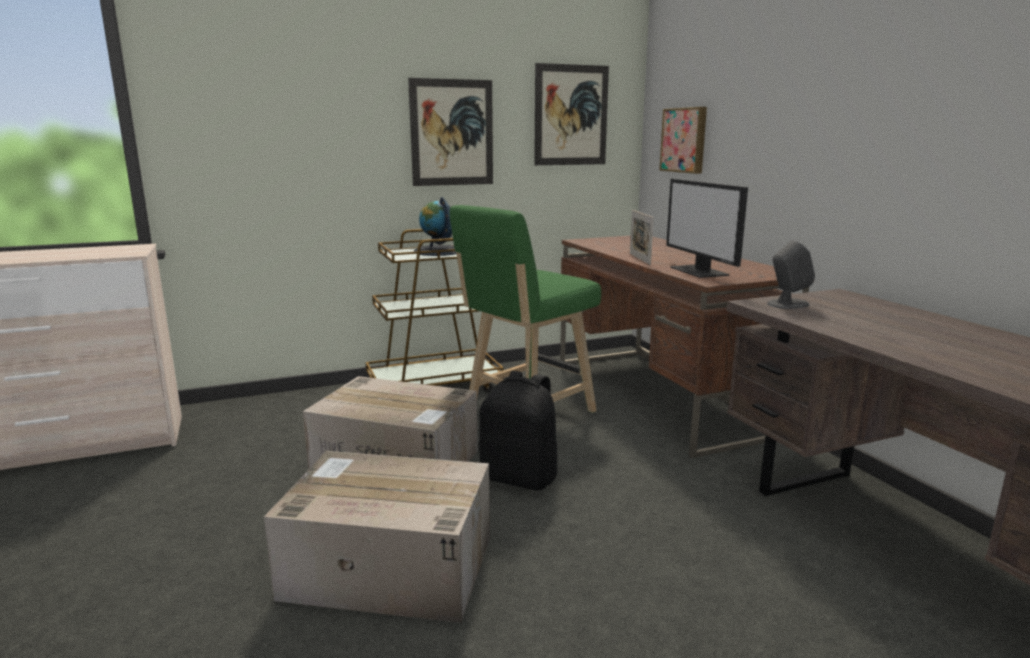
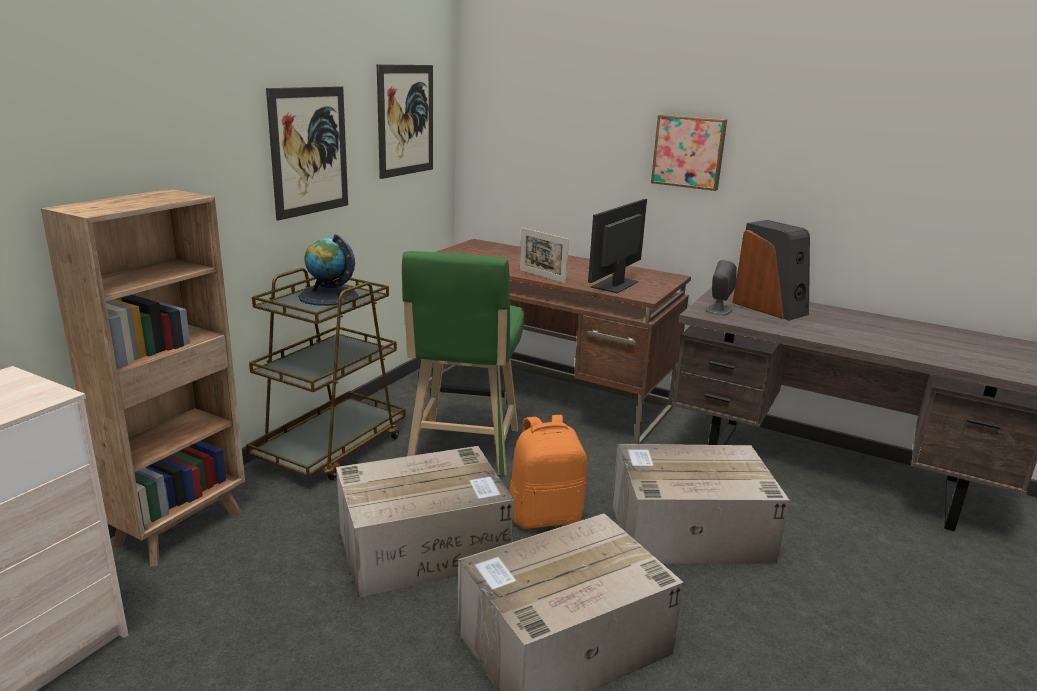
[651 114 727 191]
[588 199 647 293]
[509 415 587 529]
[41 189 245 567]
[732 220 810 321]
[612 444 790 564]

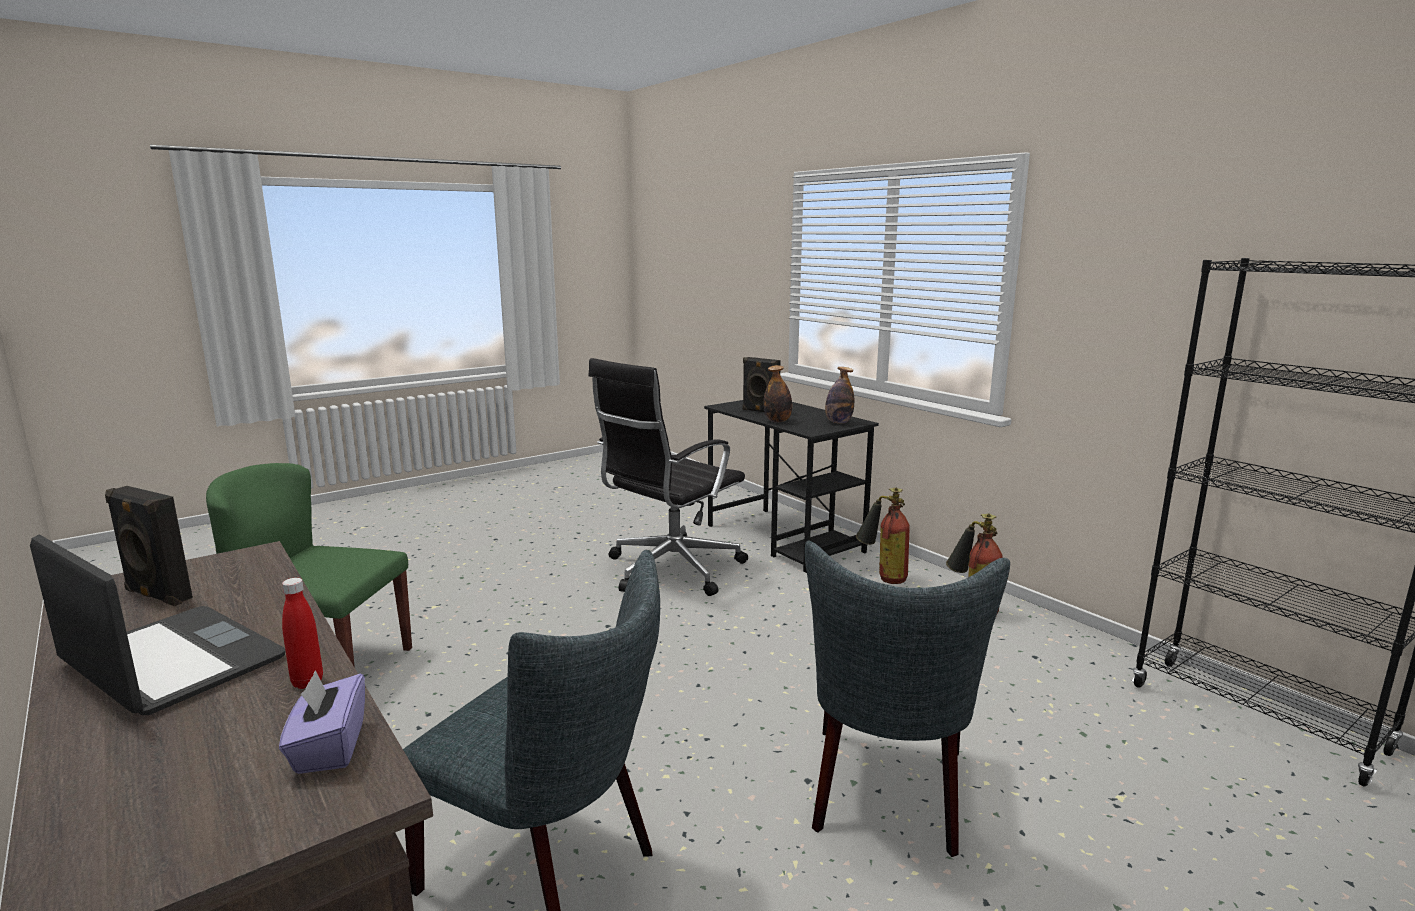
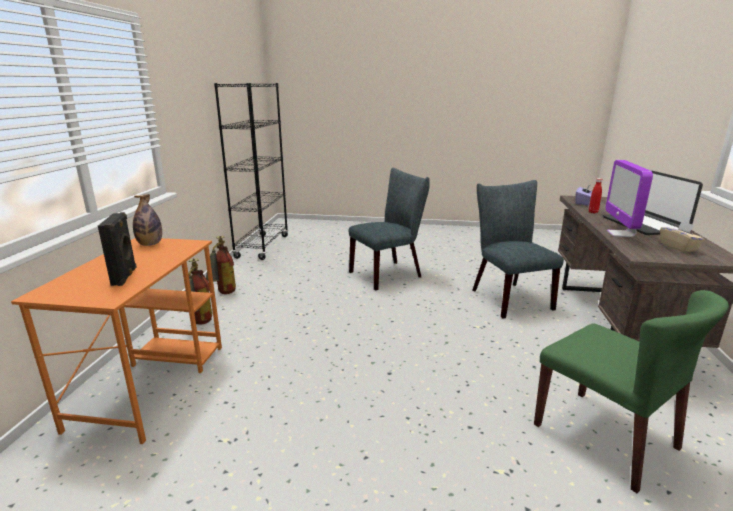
[588 358 748 596] (first image)
[764 365 792 422] (first image)
[11 238 222 444]
[660 221 705 253]
[606 160 653 237]

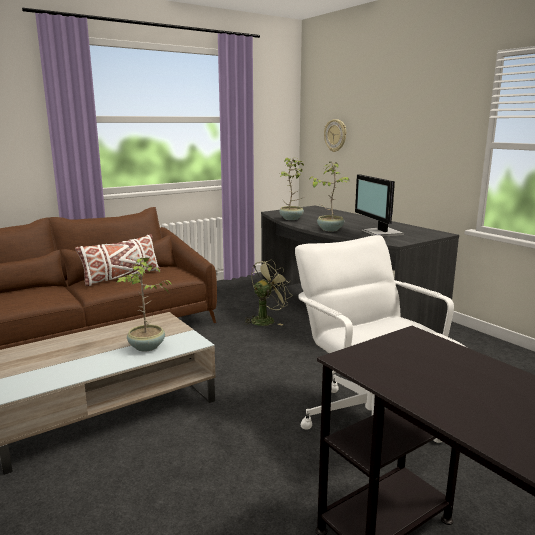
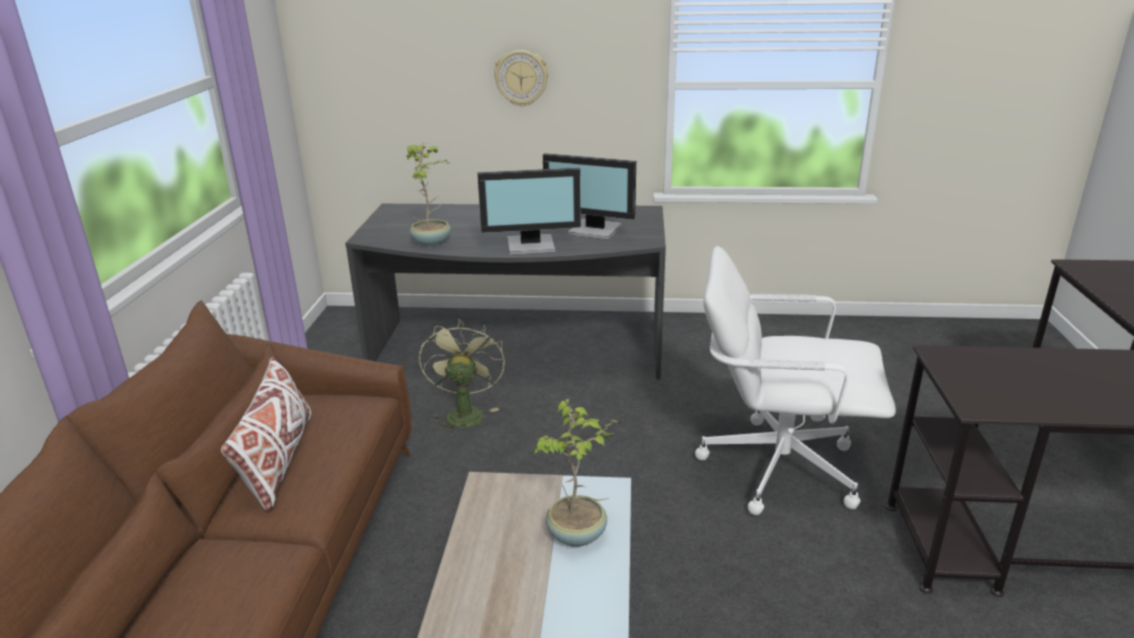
[494 50 548 107]
[477 168 581 255]

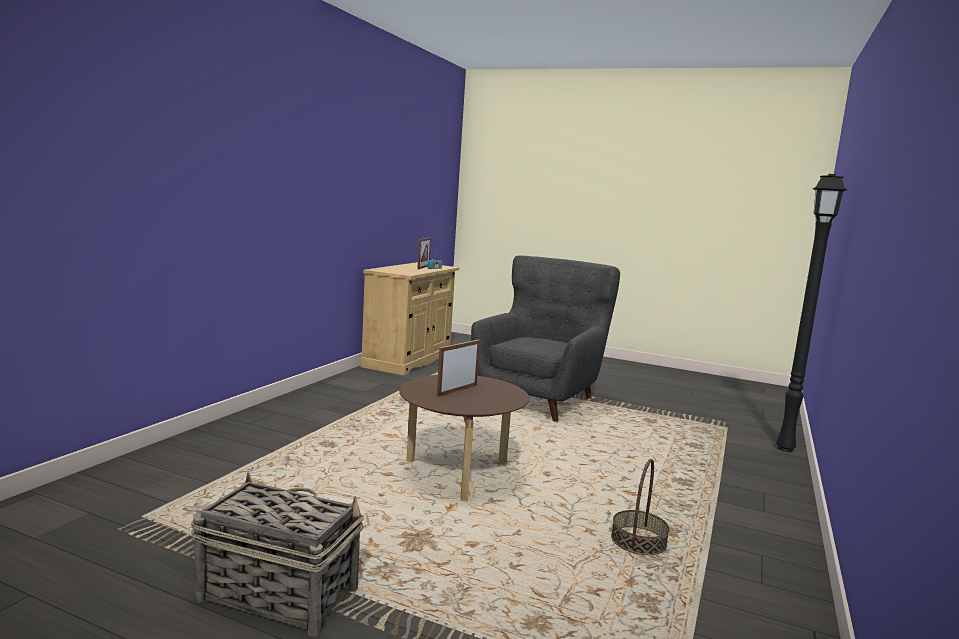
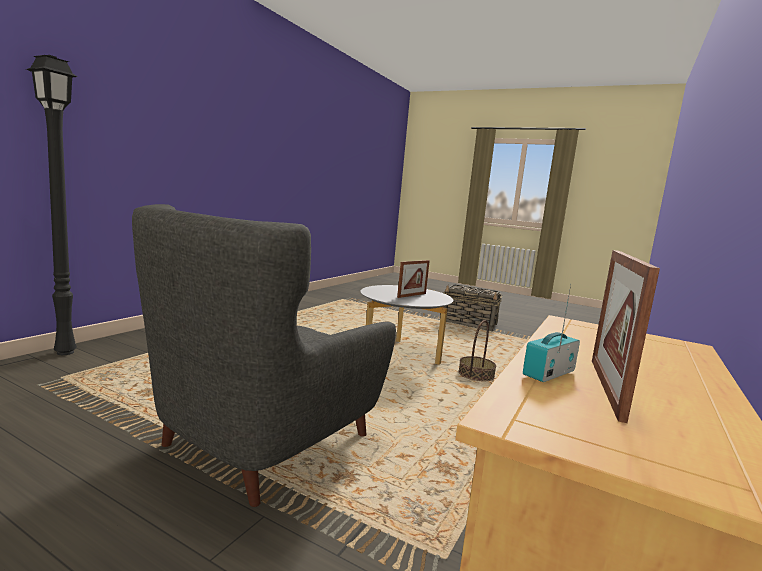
[360 285 453 365]
[458 320 496 381]

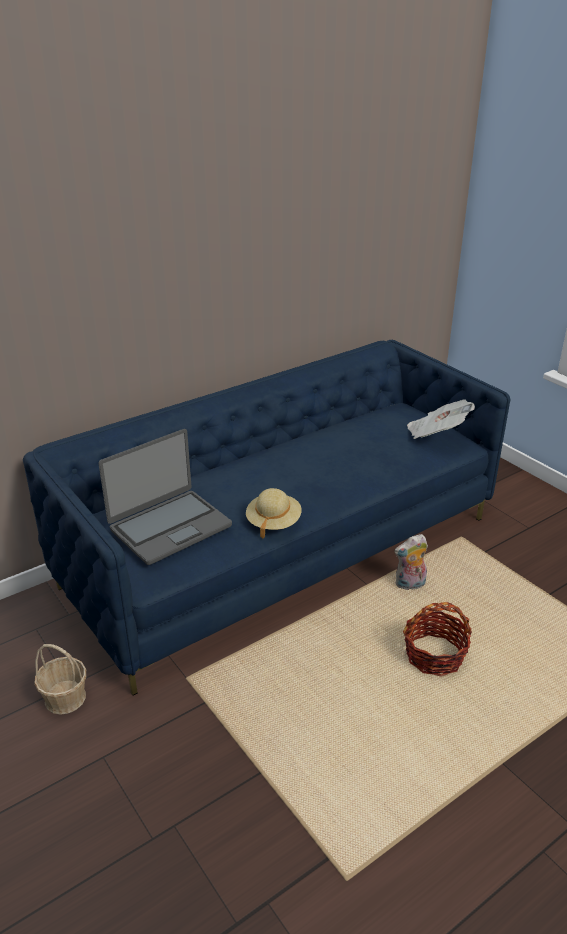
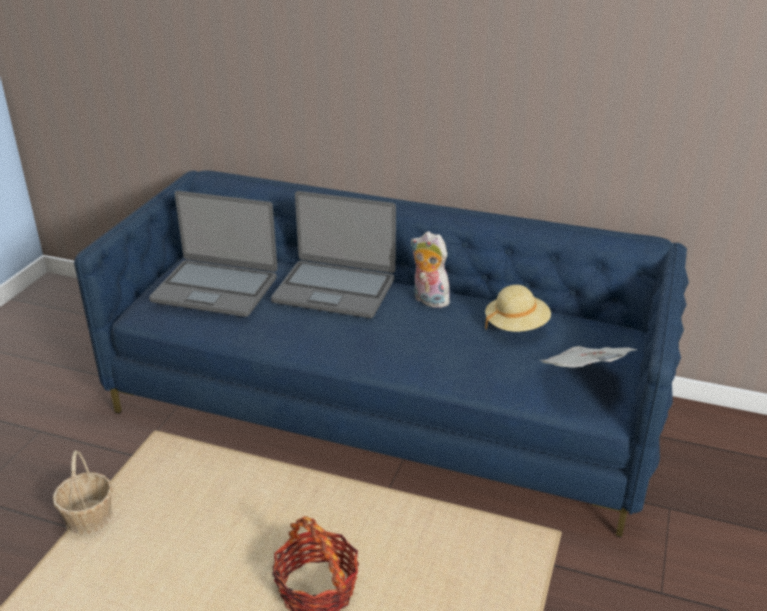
[485 285 551 332]
[410 231 453 308]
[53 450 113 534]
[271 191 396 318]

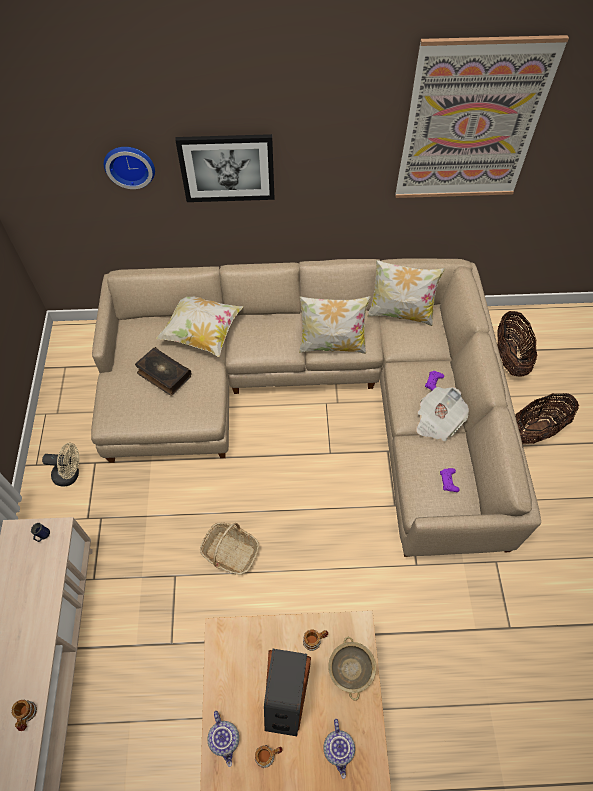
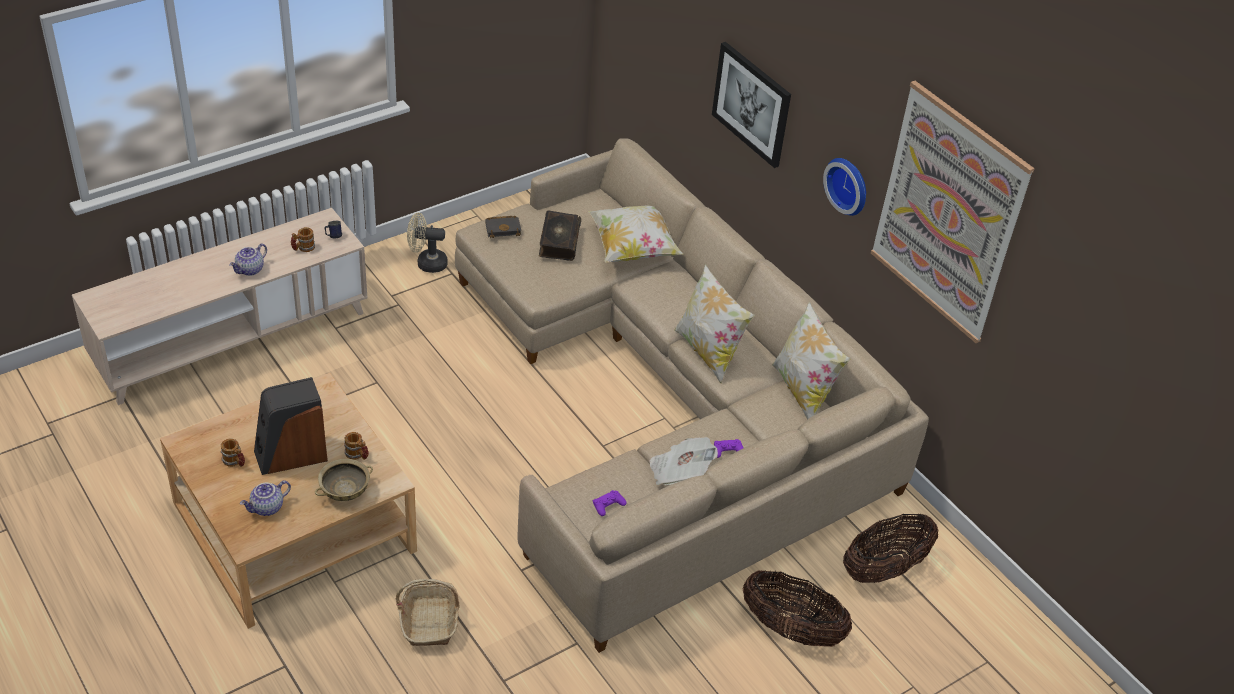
[823 158 866 216]
[407 213 448 273]
[396 579 459 646]
[291 227 315 252]
[229 244 267 276]
[485 216 521 238]

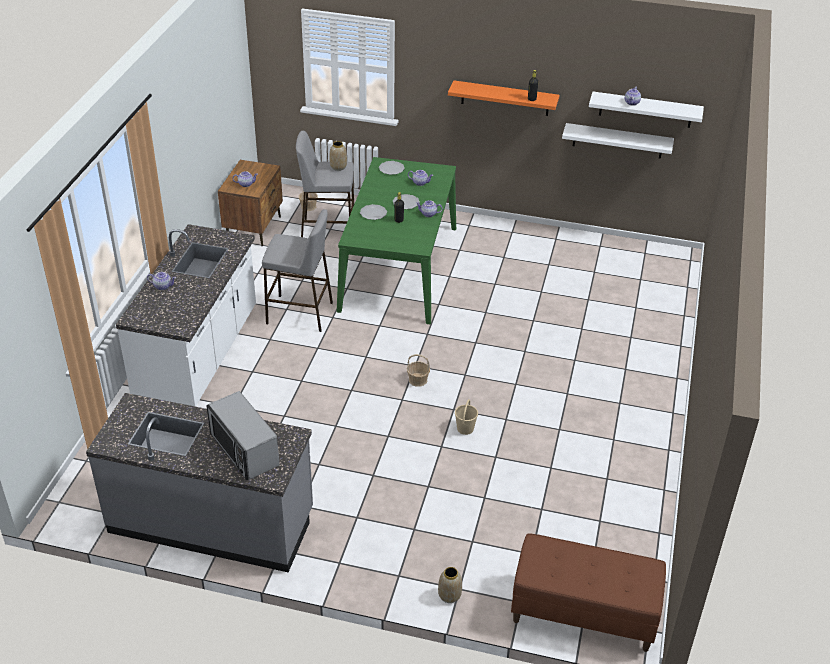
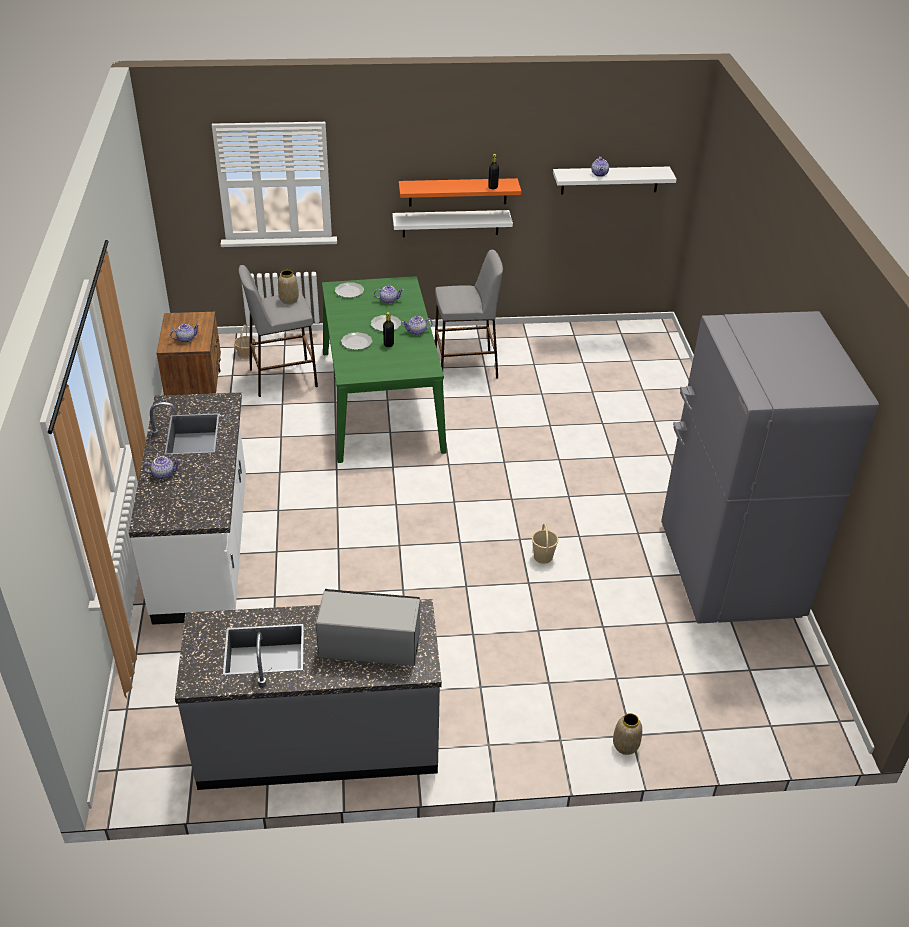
[392 210 513 237]
[435 250 503 379]
[407 354 430 387] (first image)
[315 589 420 666]
[511 533 666 652] (first image)
[661 311 879 624]

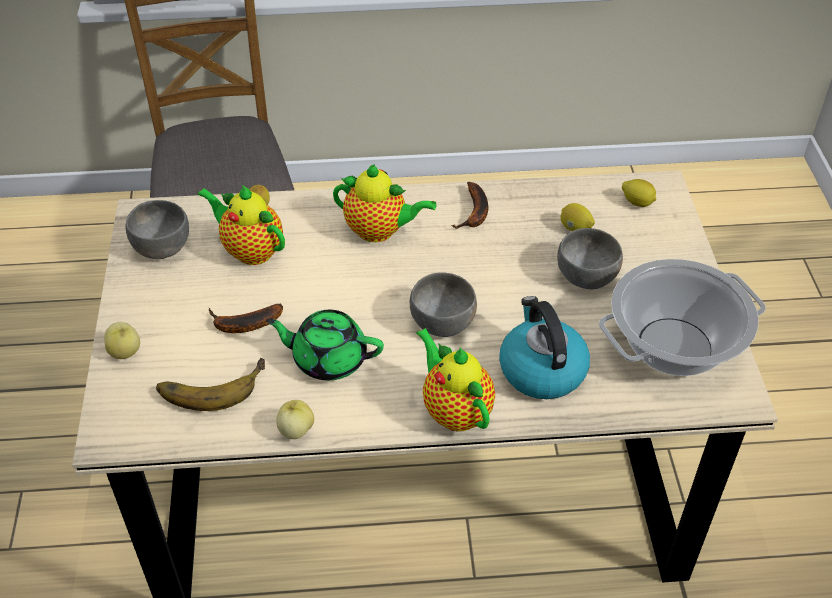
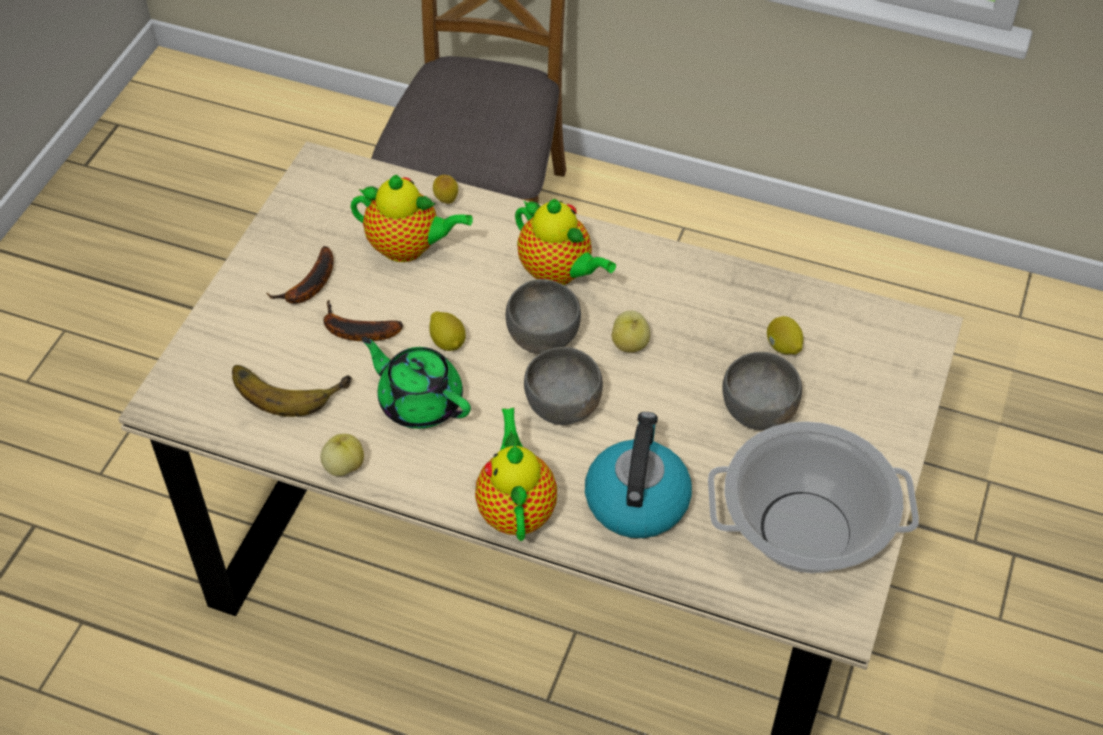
[429 311 466 351]
[266 246 334 304]
[351 175 473 262]
[505 279 581 354]
[612 311 650 353]

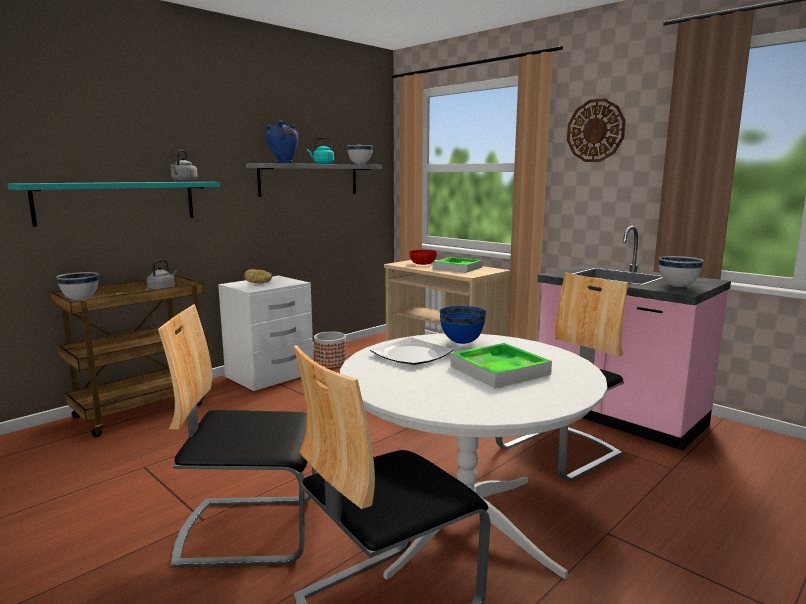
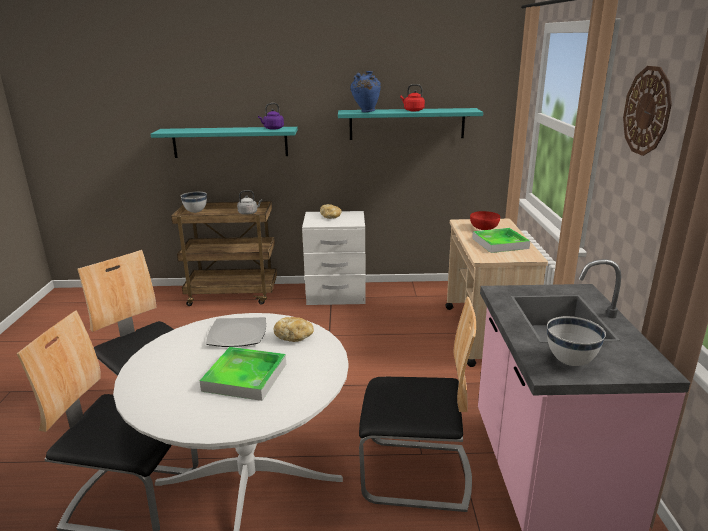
[400 84 425 111]
[347 145 373 164] (first image)
[258 103 284 130]
[338 108 483 140]
[273 317 314 342]
[314 331 347 369] (first image)

